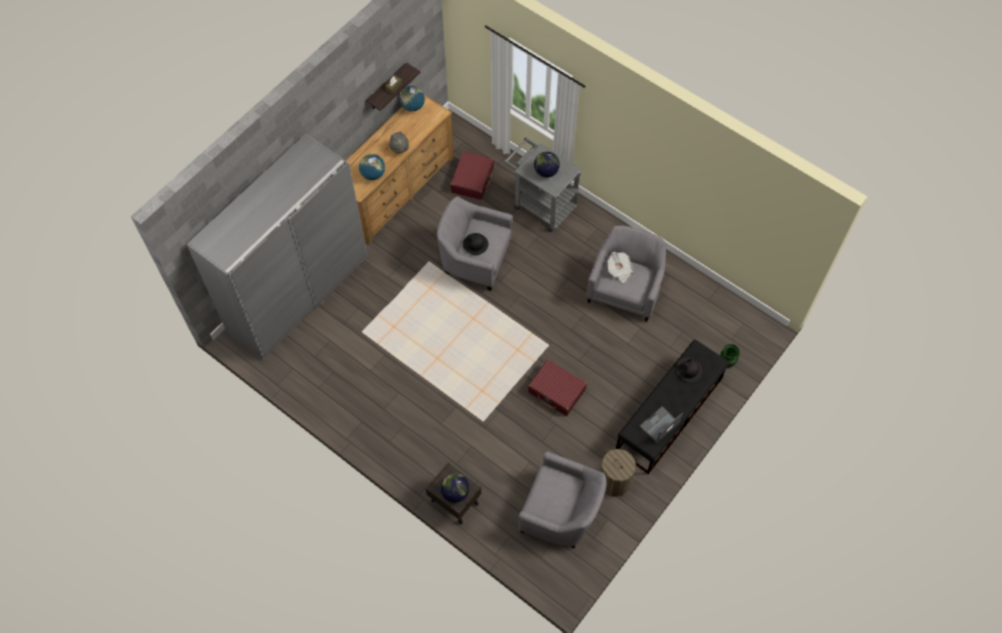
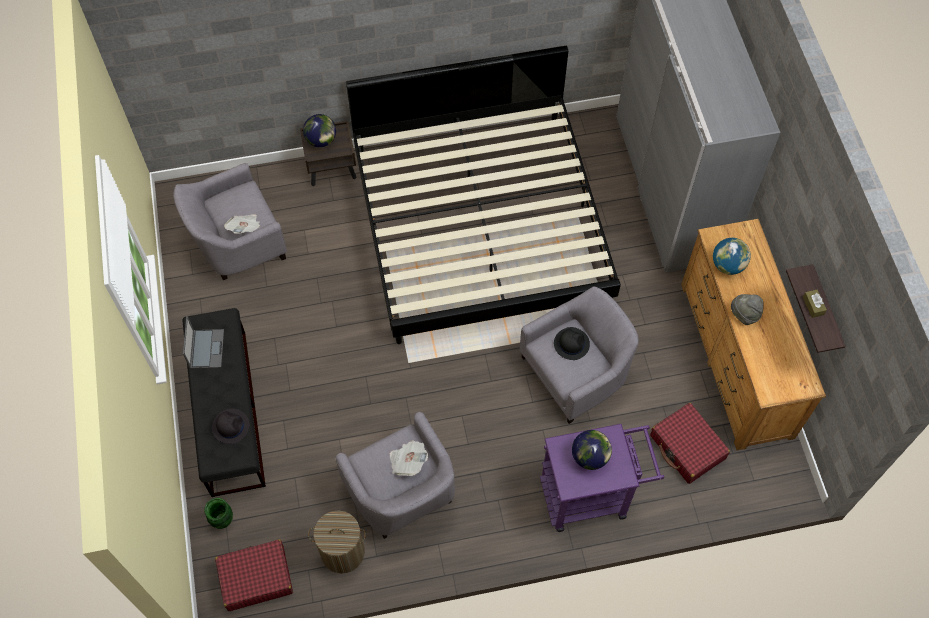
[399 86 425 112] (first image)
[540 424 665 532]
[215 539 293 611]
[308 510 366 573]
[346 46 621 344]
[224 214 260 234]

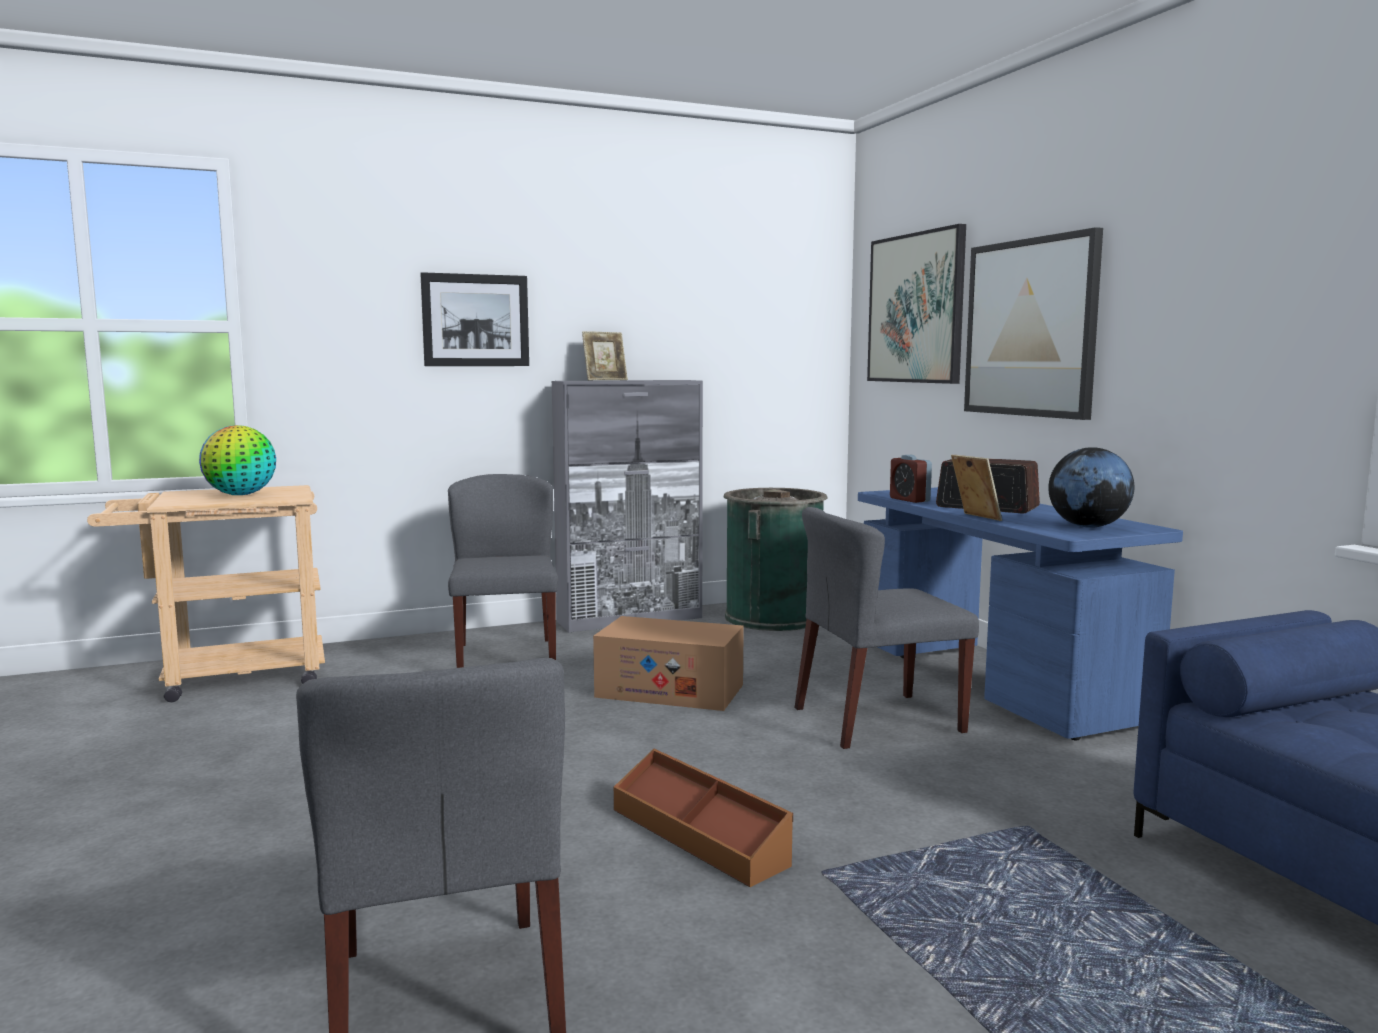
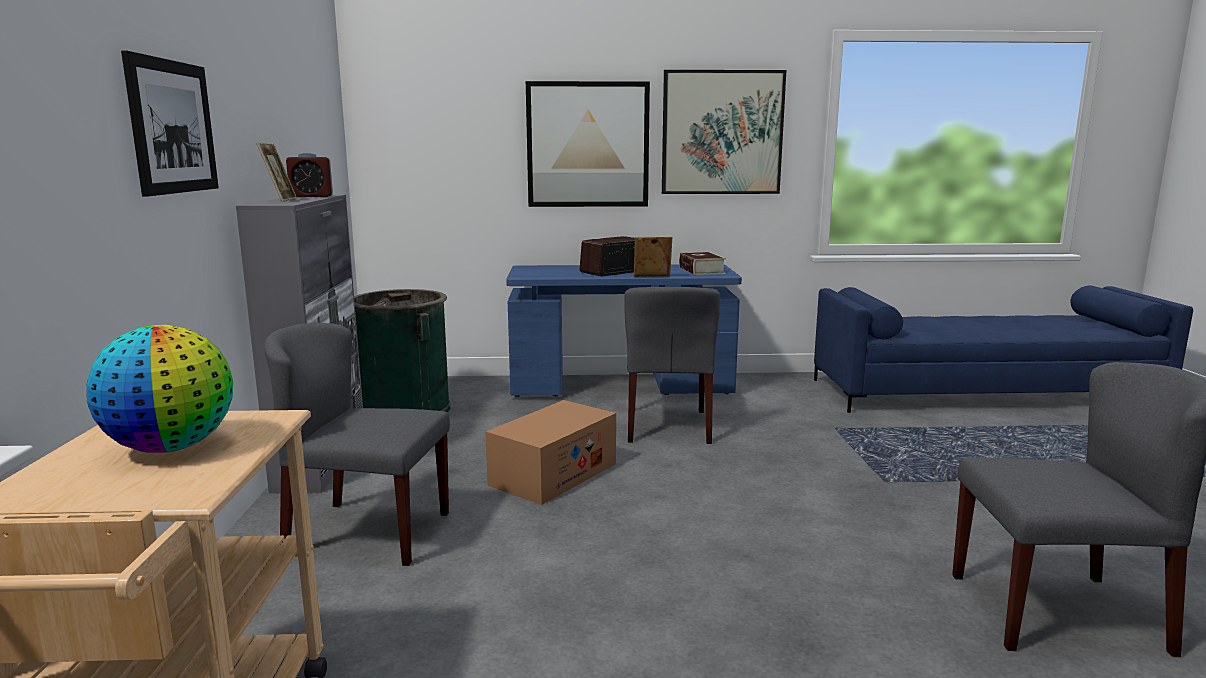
[662 70 786 194]
[679 252 726 275]
[286 153 333 197]
[614 749 793 887] (first image)

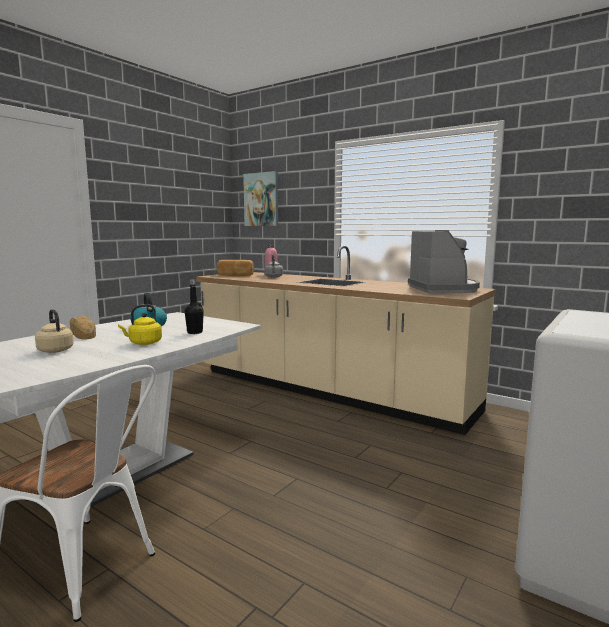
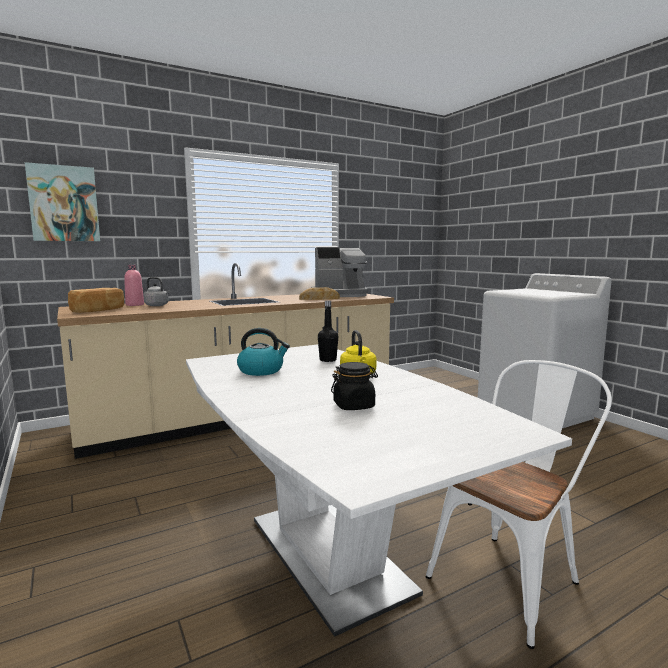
[311 247 368 297]
[331 362 378 410]
[299 287 340 300]

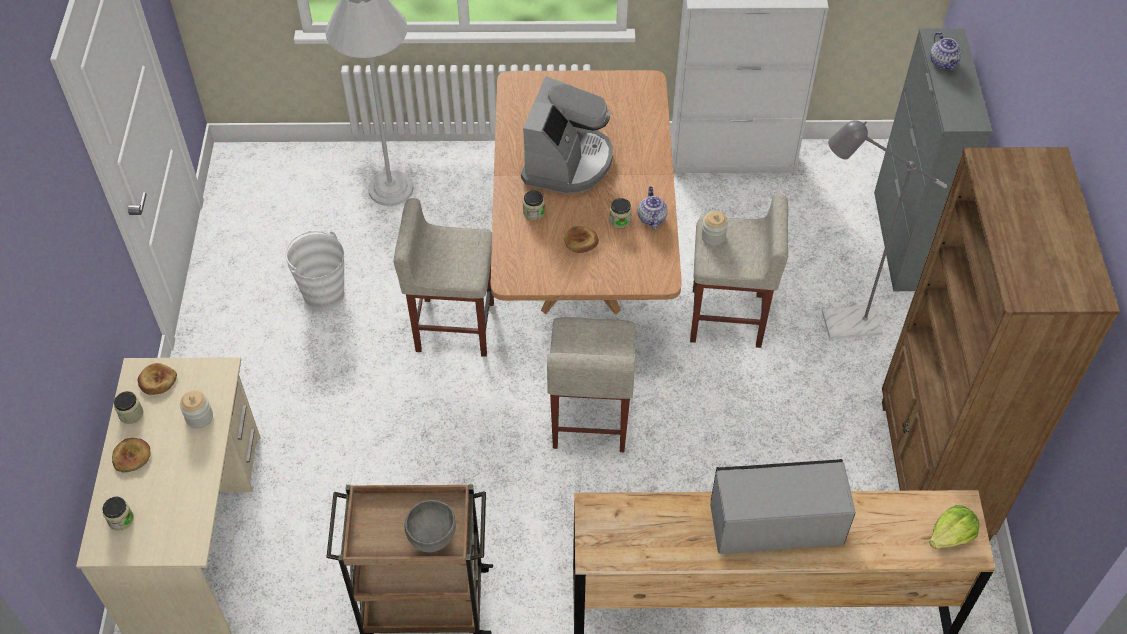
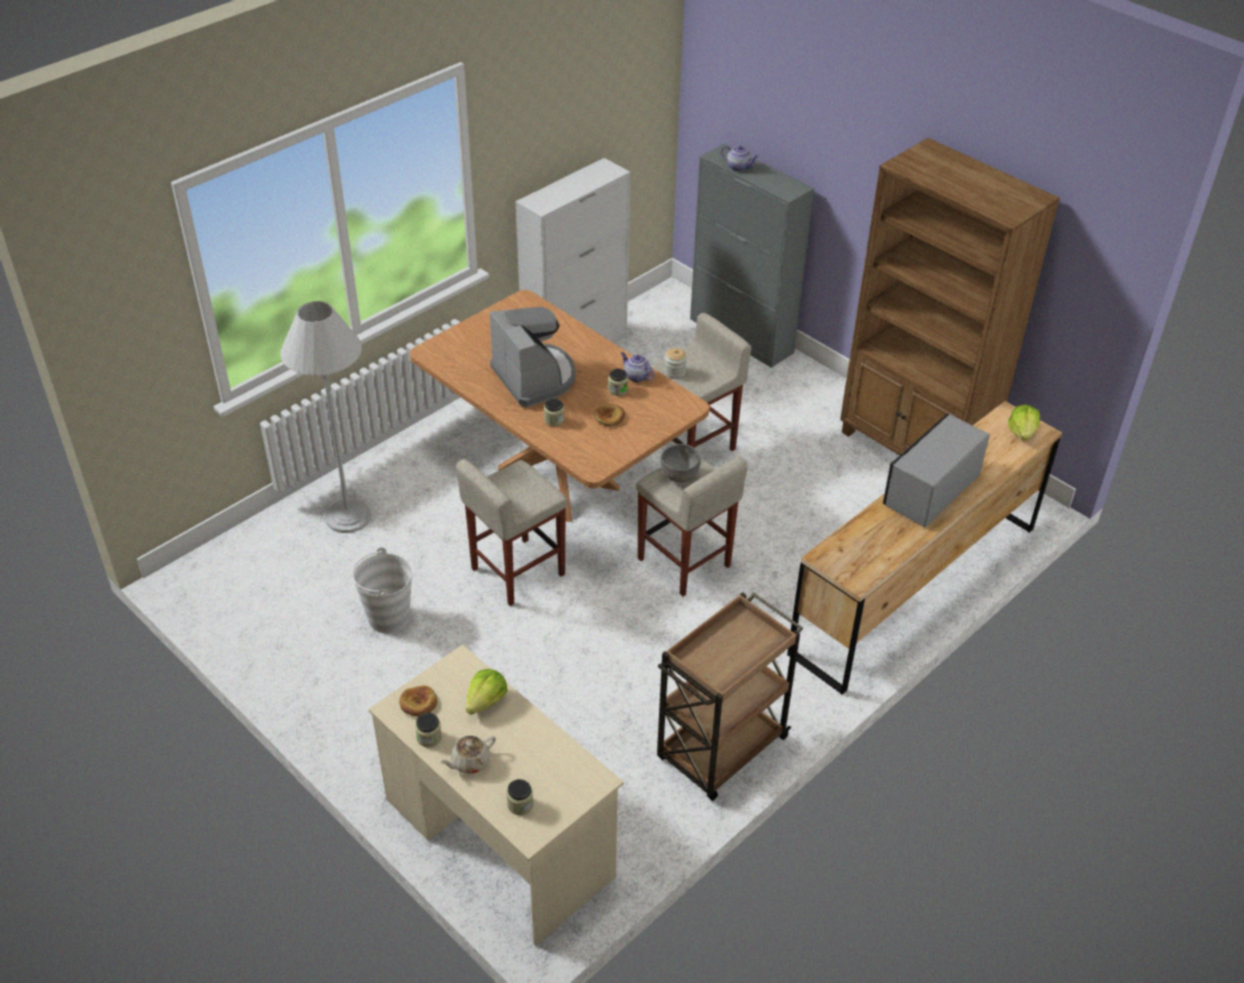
[822 120 947 339] (first image)
[466 669 507 715]
[440 735 496 774]
[660 444 701 483]

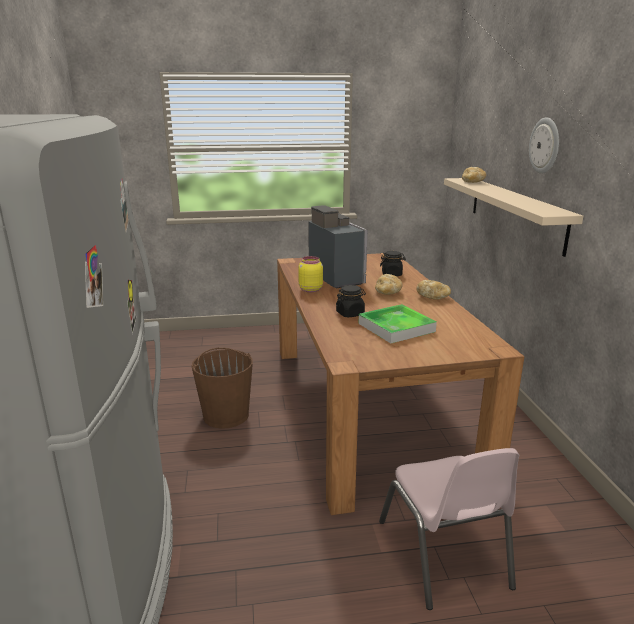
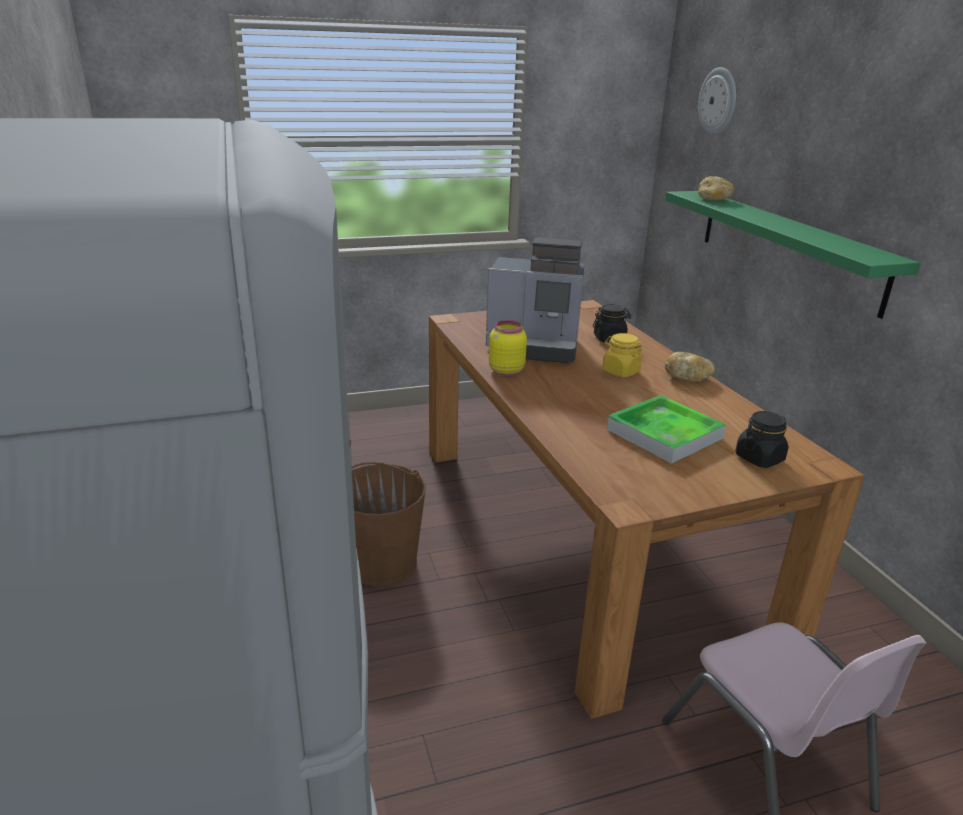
[698 67 736 134]
[665 191 921 319]
[486 238 584 363]
[602 333 642 377]
[735 411 788 468]

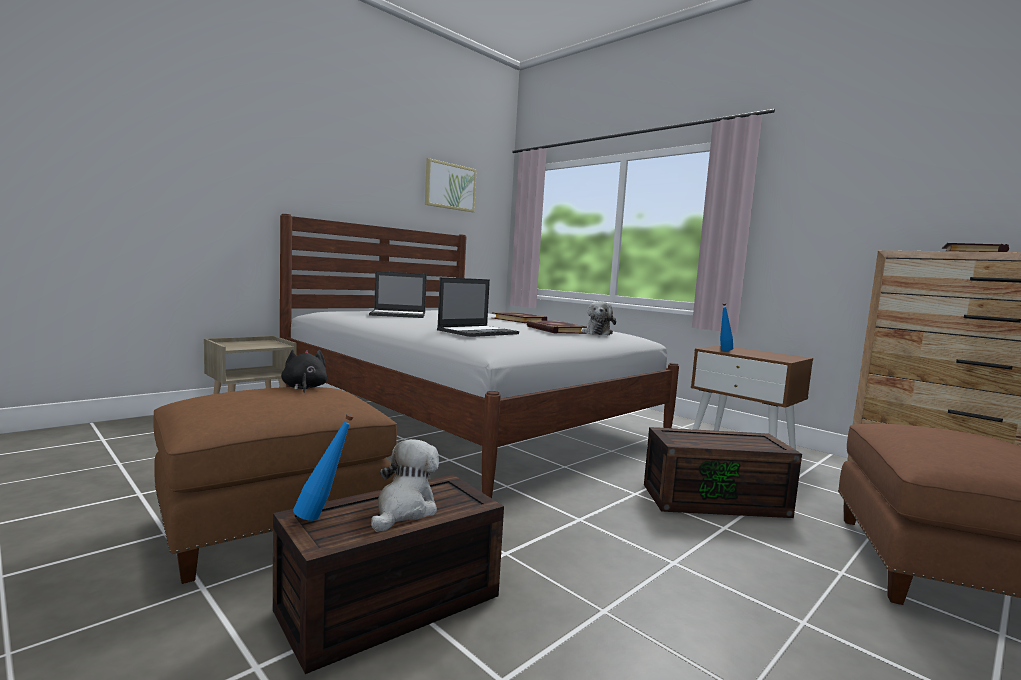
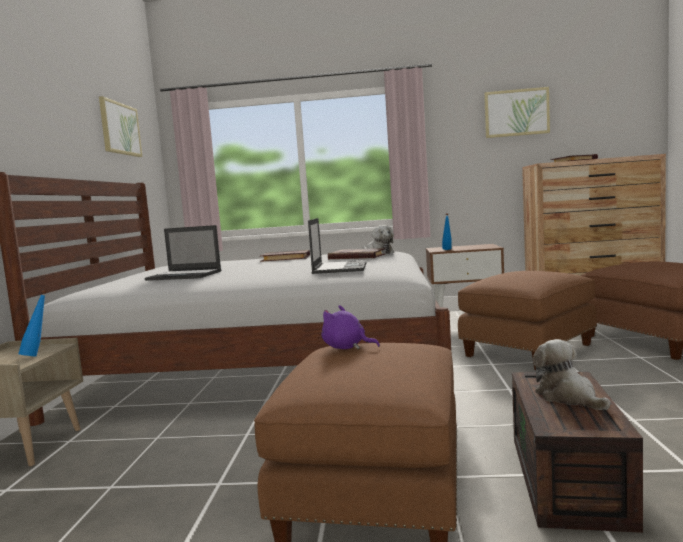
[145 225 221 281]
[321 305 380 349]
[19 290 46 356]
[458 271 597 370]
[484 87 550 138]

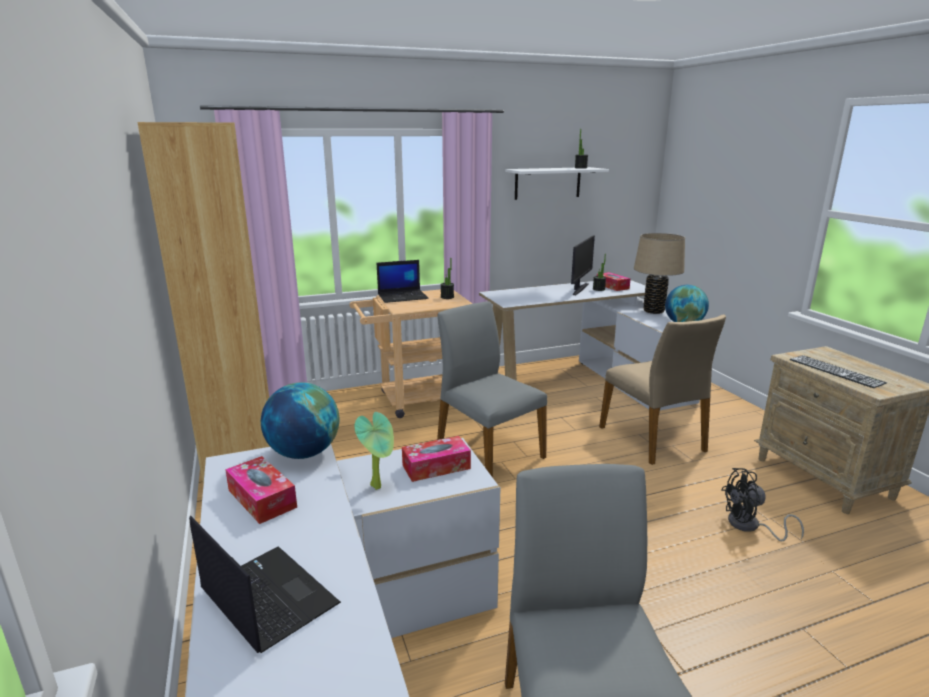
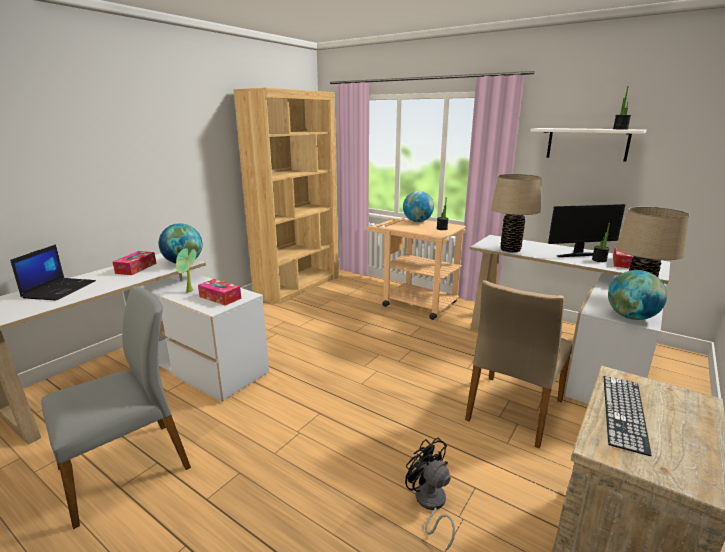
[403 191 434 222]
[437 301 547 478] (first image)
[491 174 542 253]

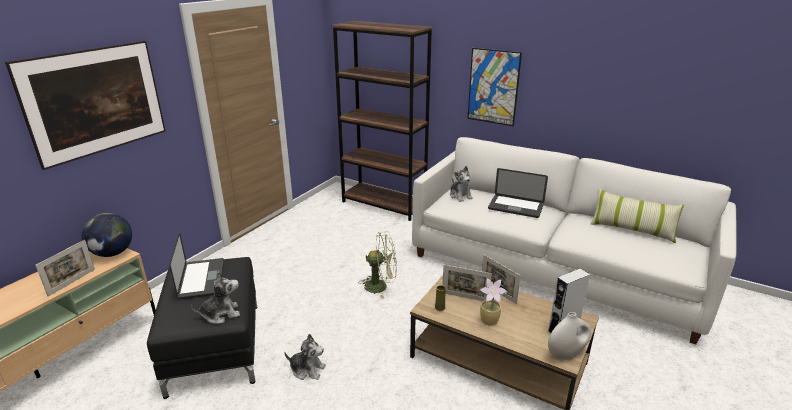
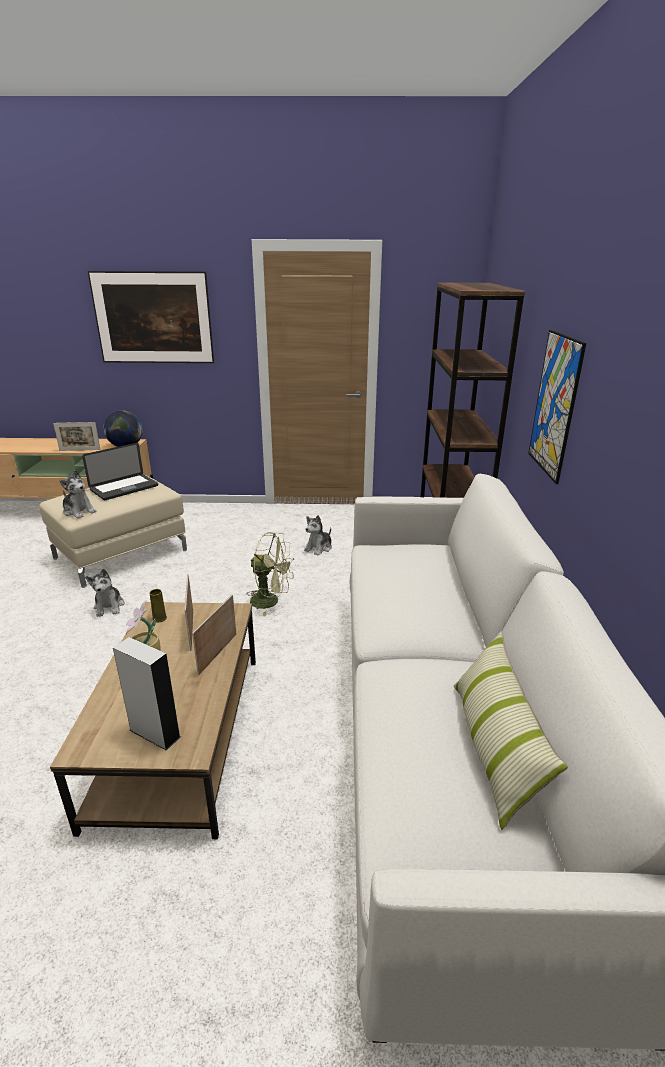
[304 515 332 556]
[488 168 548 218] (first image)
[247 532 294 616]
[39 475 187 588]
[548 312 591 360] (first image)

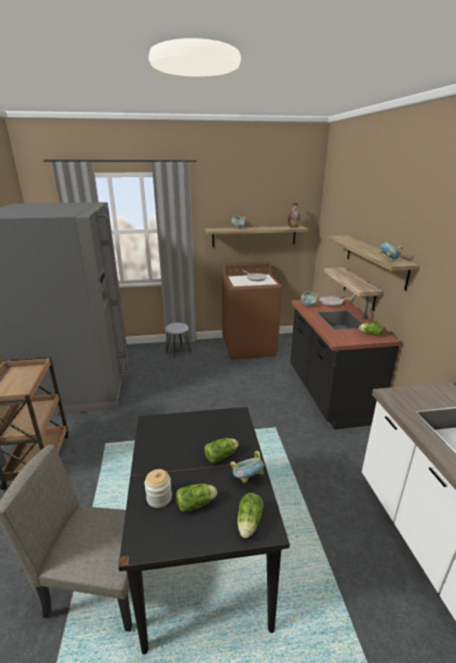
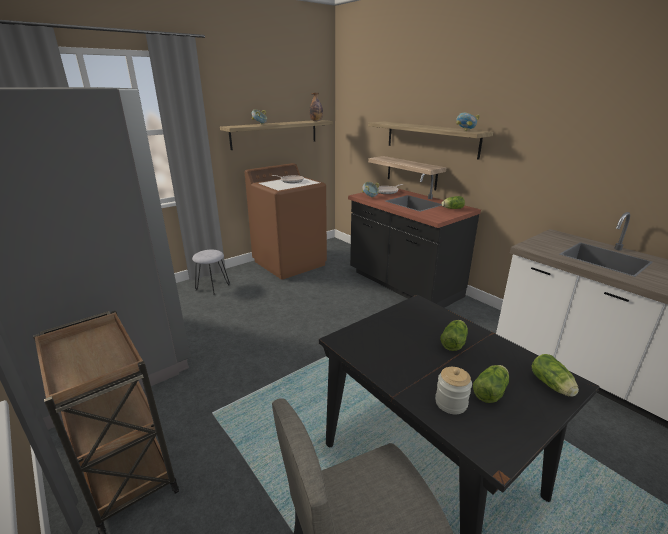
[230 451 264 483] (first image)

